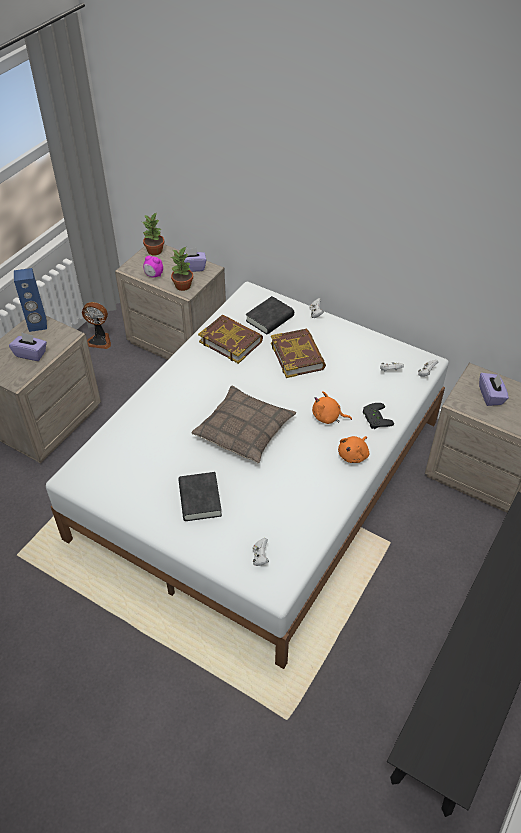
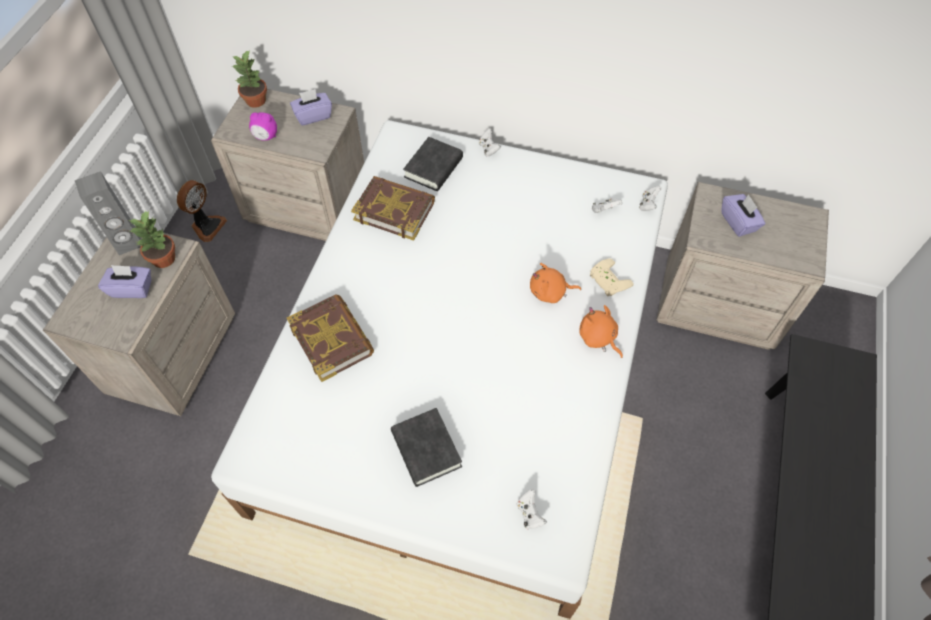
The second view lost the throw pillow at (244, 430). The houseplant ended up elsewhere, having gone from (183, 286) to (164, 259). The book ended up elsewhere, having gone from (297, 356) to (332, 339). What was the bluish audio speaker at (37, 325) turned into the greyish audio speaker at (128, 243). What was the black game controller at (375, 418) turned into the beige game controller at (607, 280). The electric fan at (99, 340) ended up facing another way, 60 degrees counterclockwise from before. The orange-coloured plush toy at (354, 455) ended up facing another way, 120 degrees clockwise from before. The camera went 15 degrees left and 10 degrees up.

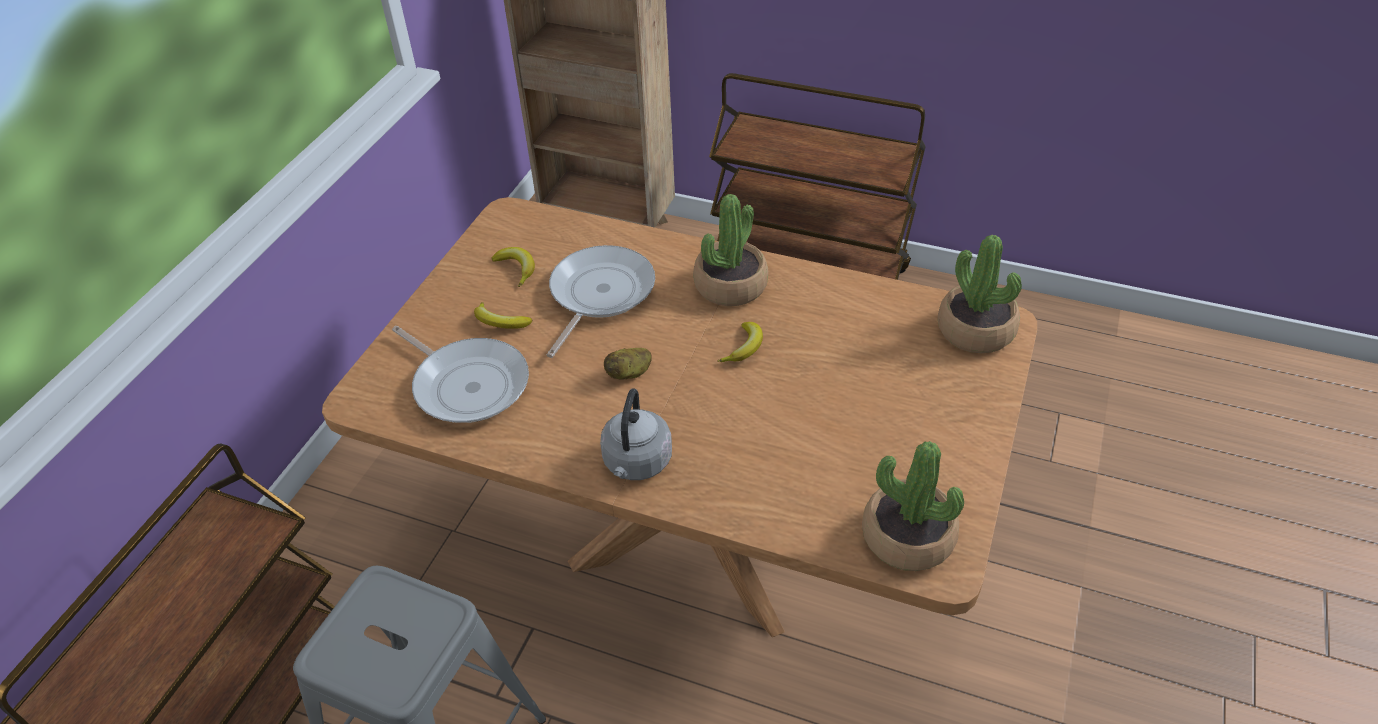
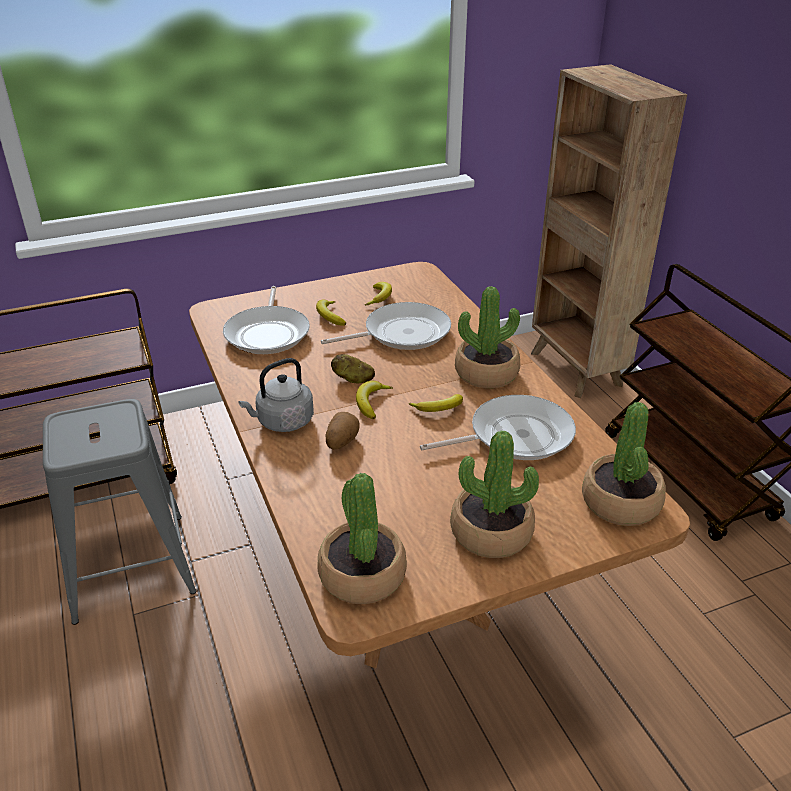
The second view gained the spud at (341, 441). The second view gained the whole banana at (371, 402). The second view gained the frying pan at (514, 436). The second view gained the houseplant at (491, 532). The camera went 45 degrees right and 10 degrees down.

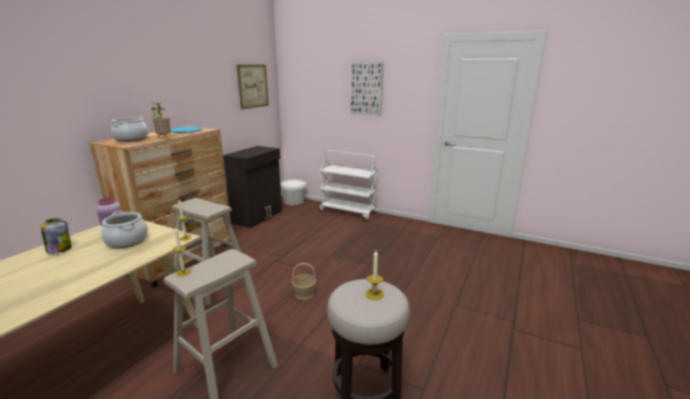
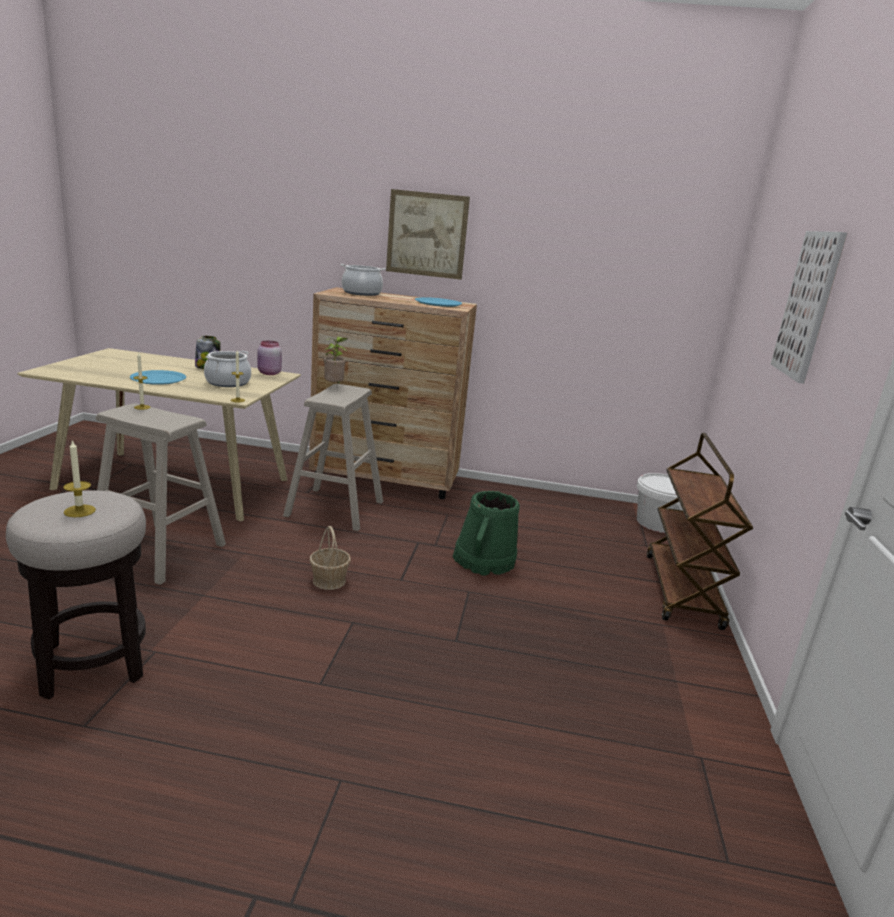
The second view lost the black cupboard at (258, 216). The second view gained the bluish flat dish at (158, 378). The second view gained the green-coloured pail at (484, 560). The houseplant ended up elsewhere, having gone from (163, 138) to (334, 386). The wall picture ended up elsewhere, having gone from (253, 86) to (427, 234). What was the white wheeled cart at (348, 212) turned into the brown-coloured wheeled cart at (682, 591). The camera went 70 degrees right and 0 degrees up.

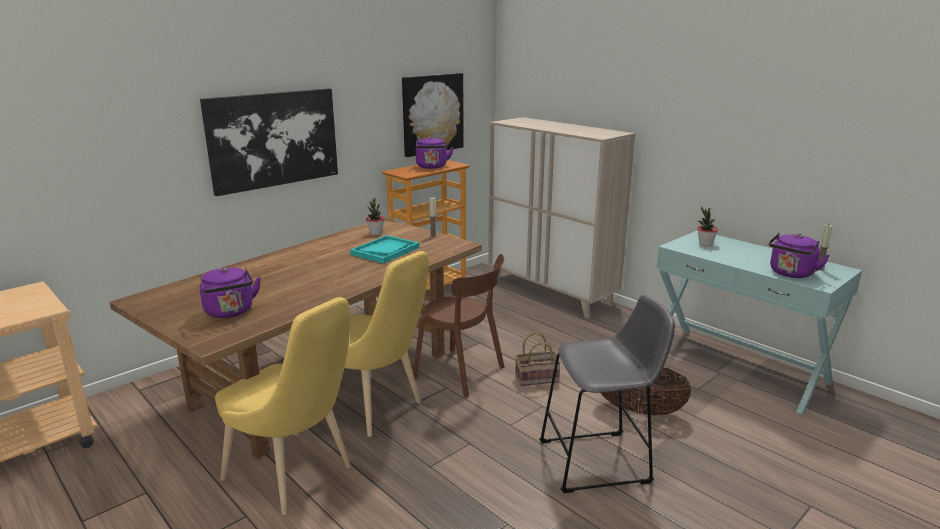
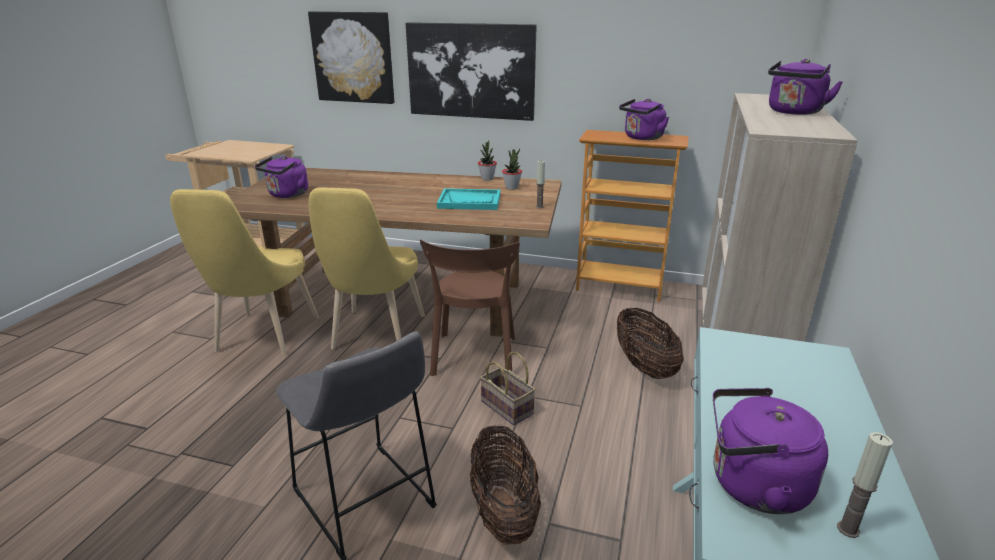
The second view gained the household basket at (644, 366). The second view gained the purplish tea kettle at (793, 112). The wall picture ended up elsewhere, having gone from (432, 114) to (353, 57). The houseplant ended up elsewhere, having gone from (705, 244) to (487, 178). The camera went 60 degrees right and 5 degrees up.

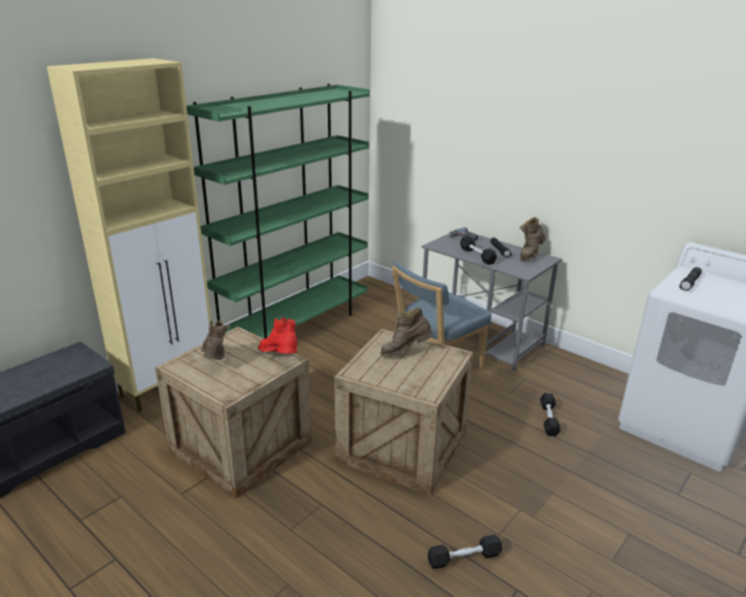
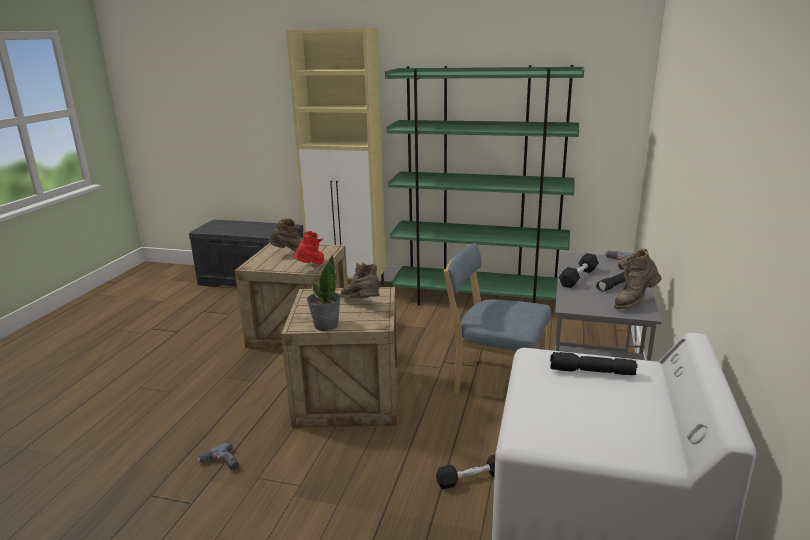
The second view gained the houseplant at (325, 325). Where the black dumbbell stood at (464, 558), the electric drill came to stand at (220, 463). The brown-coloured boot at (530, 255) ended up facing another way, 45 degrees counterclockwise from before. The camera went 65 degrees right and 5 degrees down.

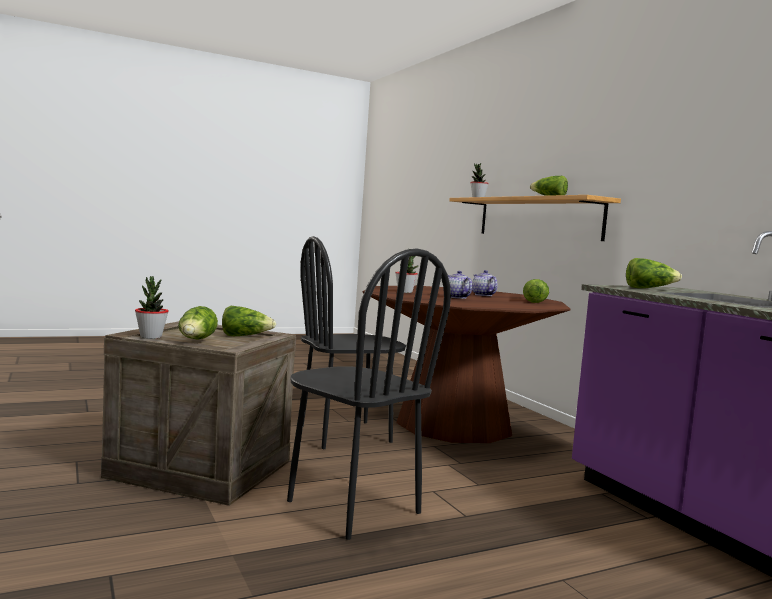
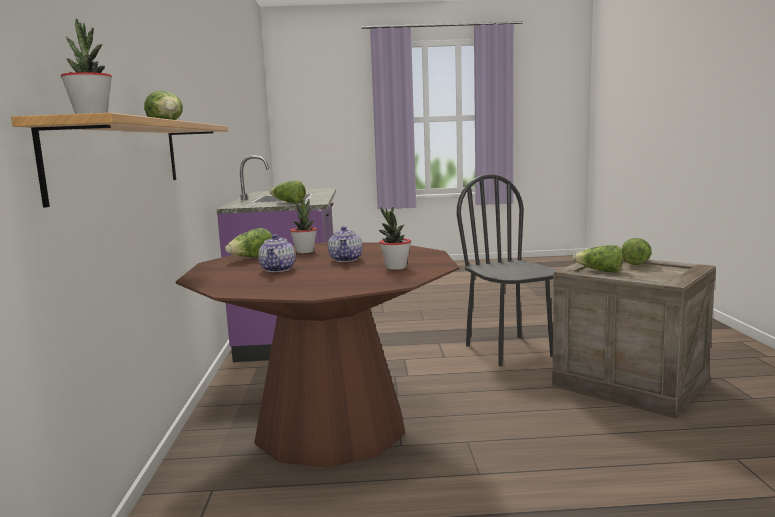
The second view lost the black chair at (345, 434). The houseplant ended up elsewhere, having gone from (151, 337) to (305, 251). The camera went 155 degrees left and 5 degrees up.

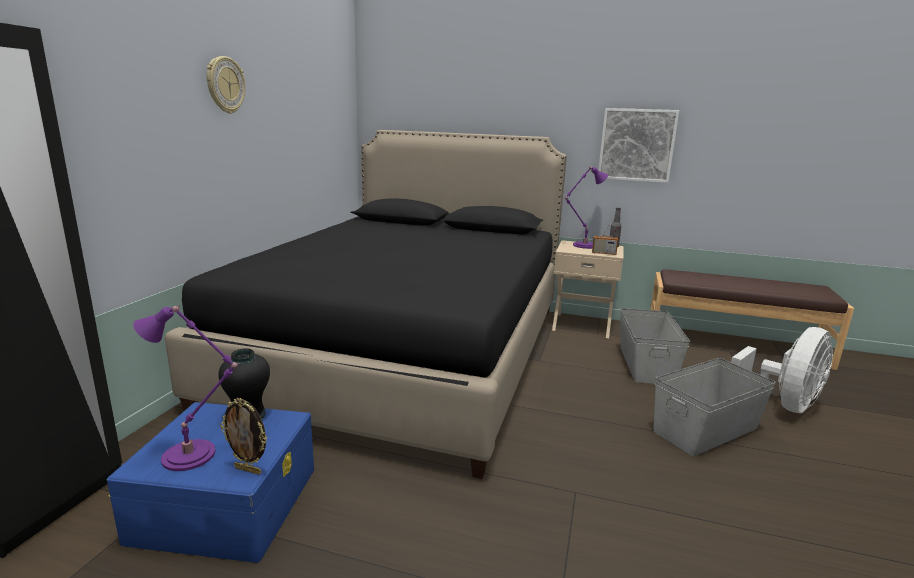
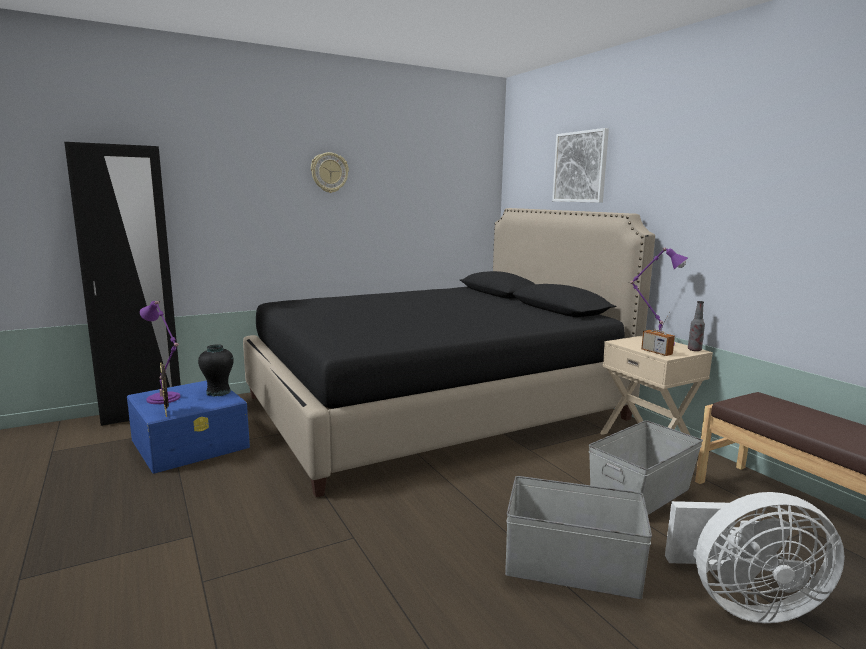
The wall picture ended up elsewhere, having gone from (636, 145) to (580, 167). The camera went 45 degrees right and 5 degrees down.

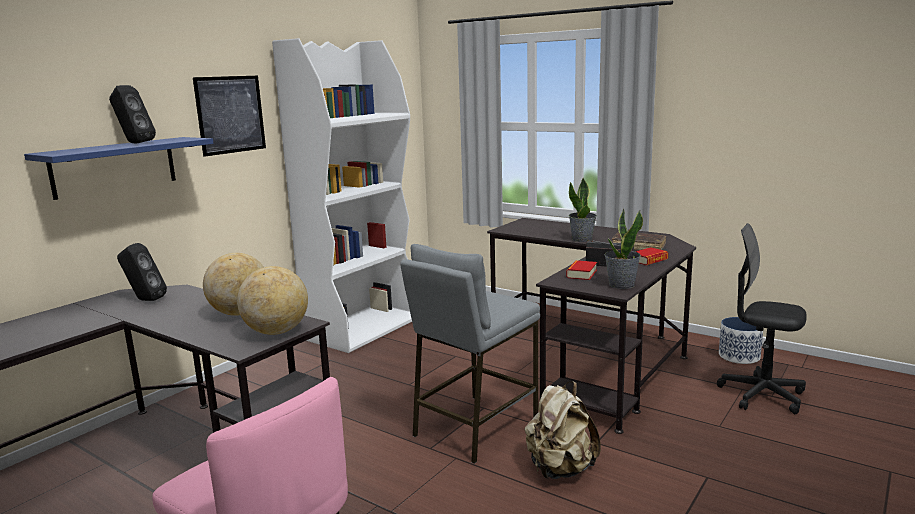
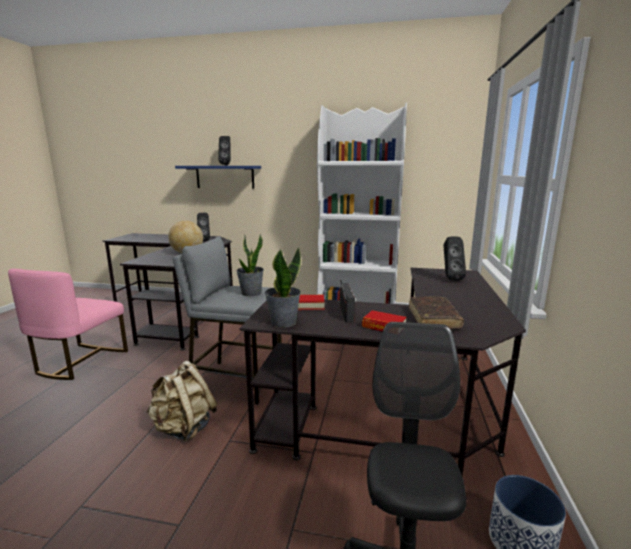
The second view lost the wall picture at (230, 114). The second view lost the world globe at (277, 332). The second view gained the black audio speaker at (450, 278). The houseplant ended up elsewhere, having gone from (582, 239) to (251, 293). The camera went 65 degrees right and 0 degrees up.

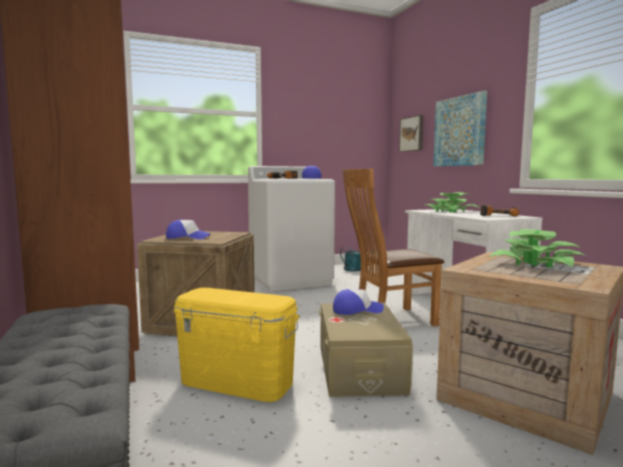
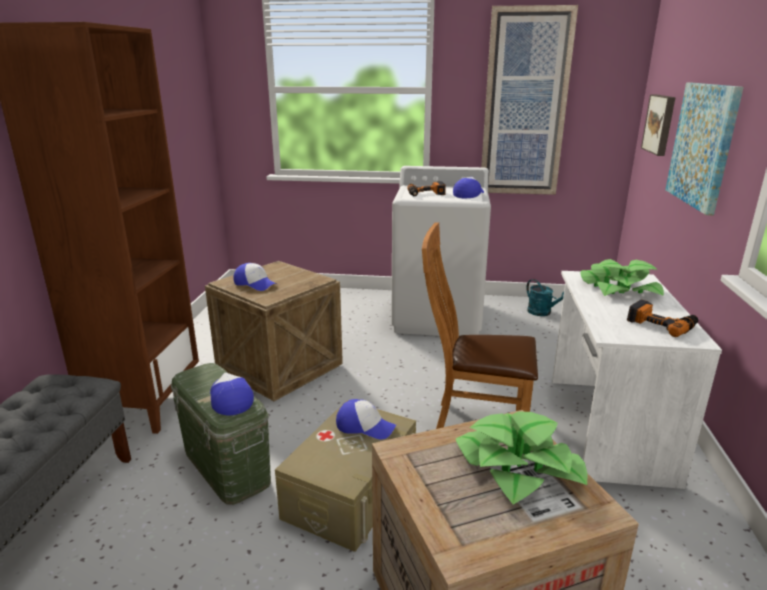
The second view gained the cap at (229, 399). The second view gained the wall picture at (525, 104). What was the yellowish storage box at (237, 382) turned into the green-coloured storage box at (226, 466). The camera went 30 degrees right and 15 degrees up.

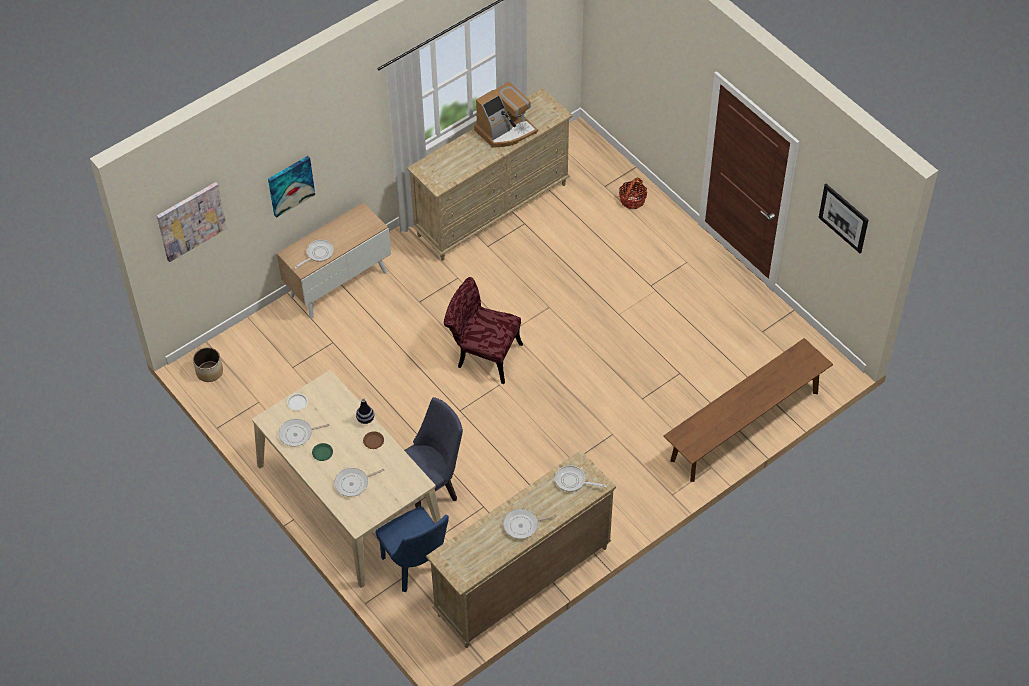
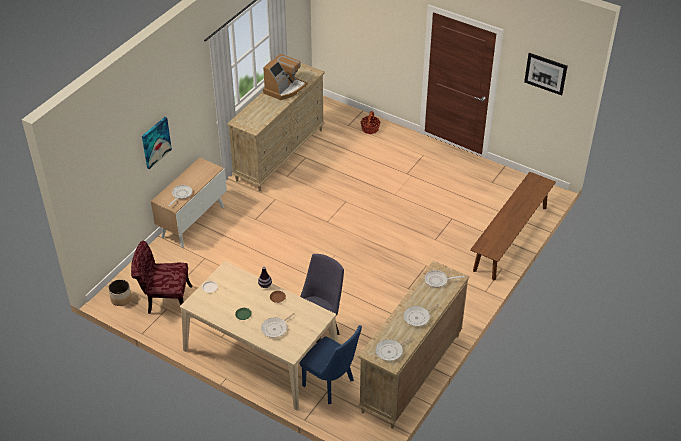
The second view lost the wall picture at (191, 221). The frying pan ended up elsewhere, having gone from (298, 434) to (390, 351). The red-coloured chair ended up elsewhere, having gone from (483, 354) to (164, 300). The camera went 20 degrees left and 10 degrees down.

